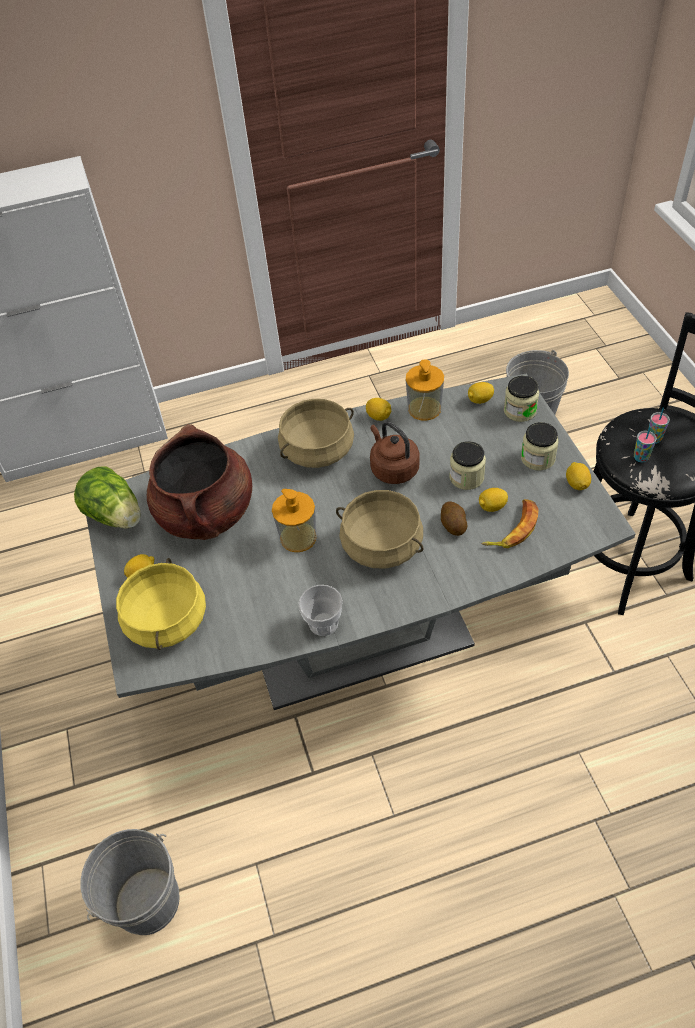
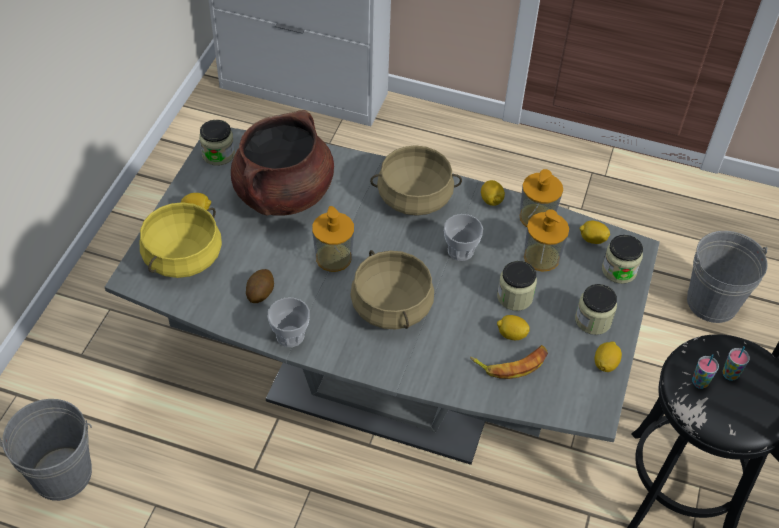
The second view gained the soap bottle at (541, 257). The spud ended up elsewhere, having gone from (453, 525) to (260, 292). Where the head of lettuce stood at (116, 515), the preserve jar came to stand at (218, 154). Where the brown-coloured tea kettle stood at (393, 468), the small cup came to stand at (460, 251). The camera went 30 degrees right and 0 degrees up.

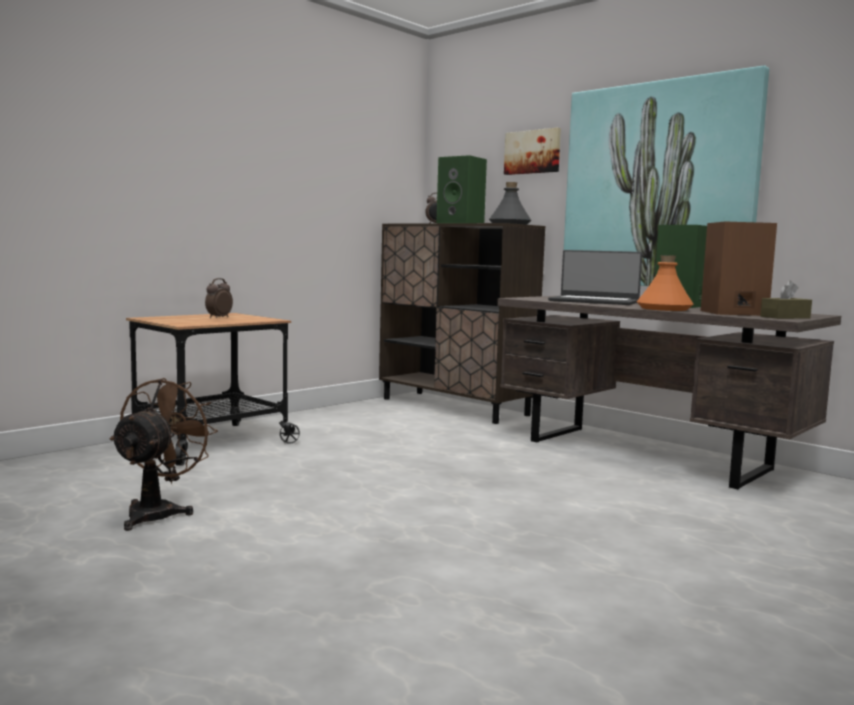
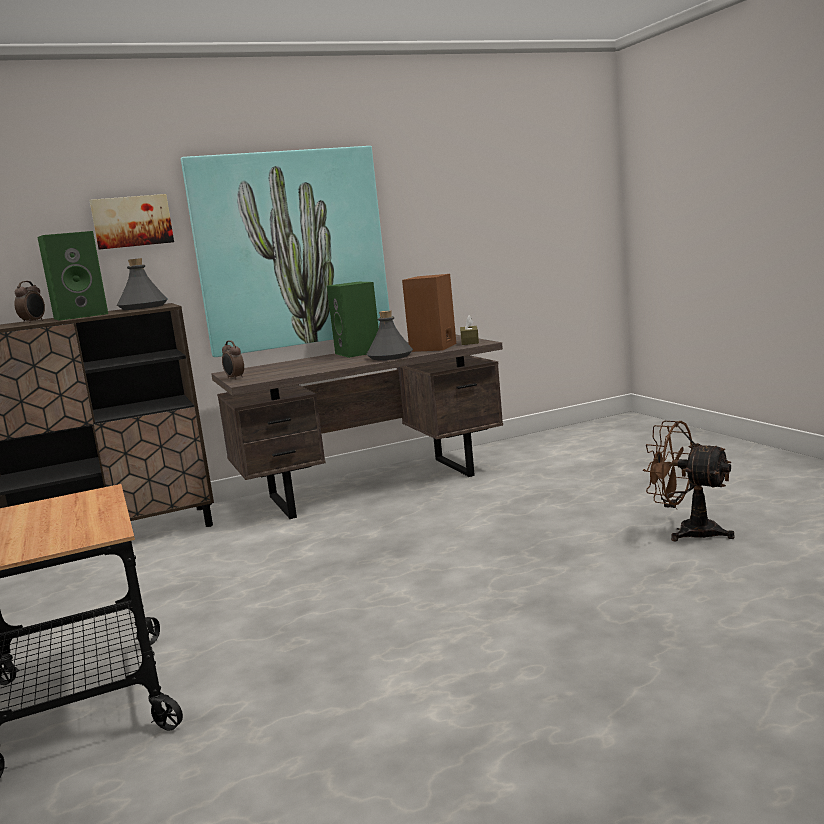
The second view lost the laptop at (594, 301). The brown-coloured electric fan ended up elsewhere, having gone from (159, 512) to (688, 531). The table clock ended up elsewhere, having gone from (218, 318) to (234, 378). What was the orange-coloured beverage bottle at (664, 309) turned into the greyish beverage bottle at (390, 357). The camera went 65 degrees left and 5 degrees up.

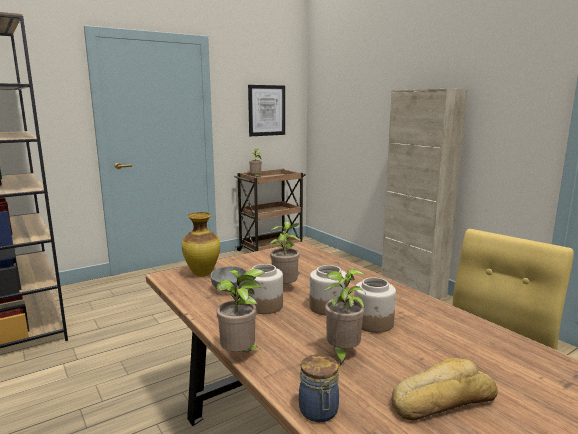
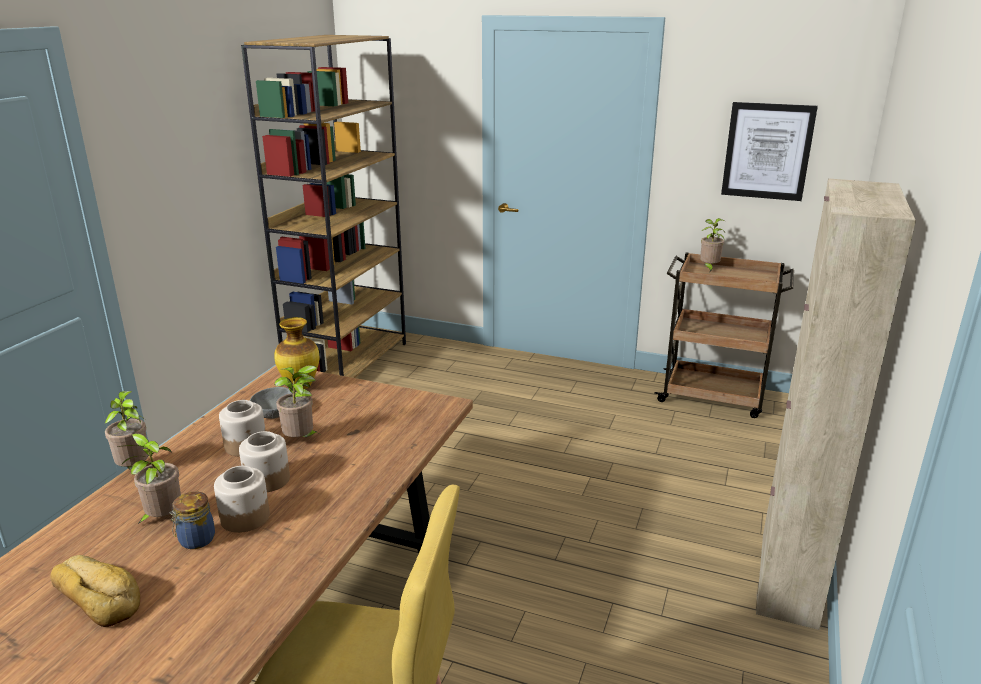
The preserve jar ended up elsewhere, having gone from (319, 412) to (195, 540). The camera went 55 degrees right and 10 degrees up.

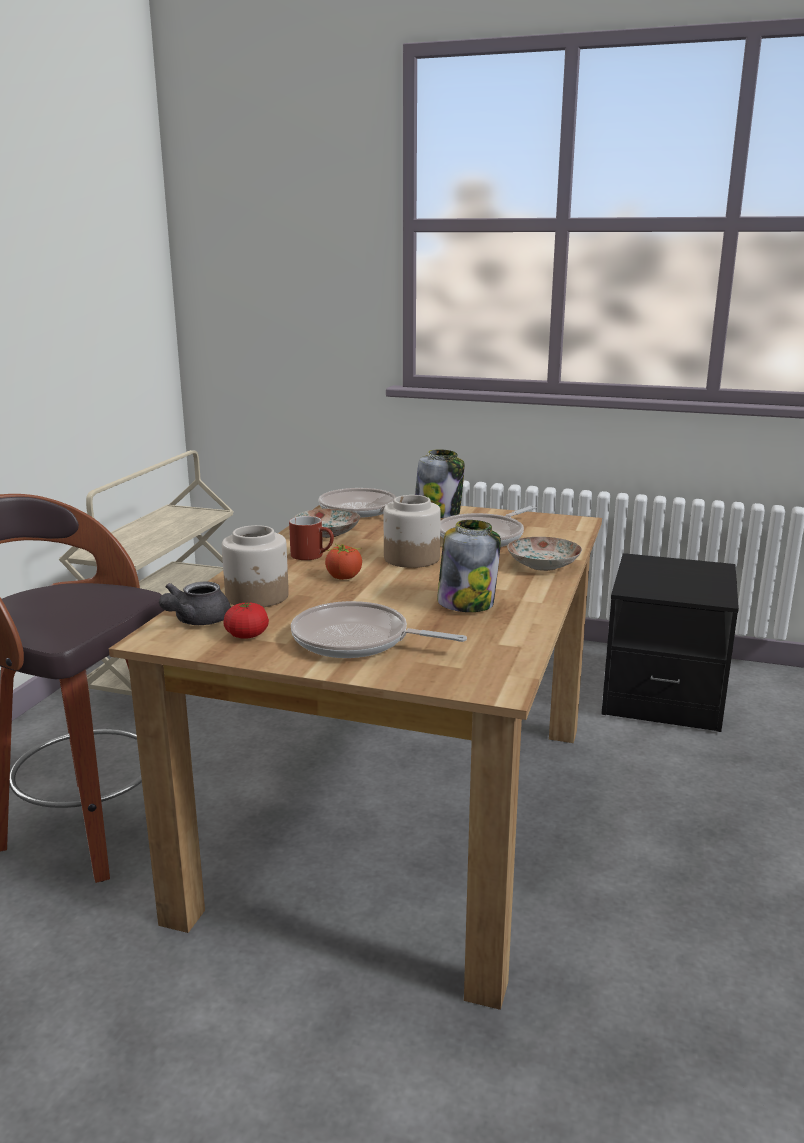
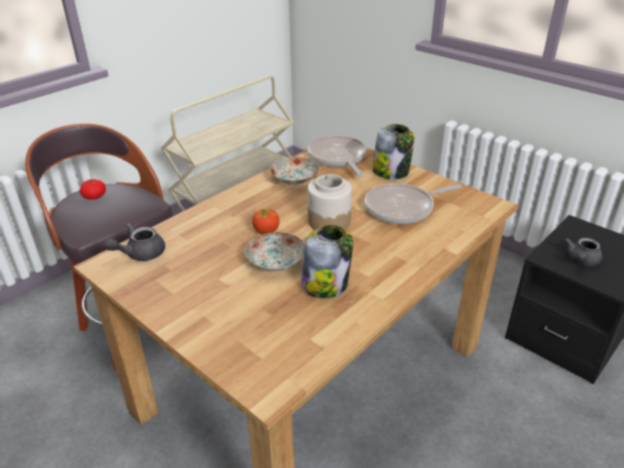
The second view lost the preserve jar at (257, 596). The second view lost the red-coloured mug at (313, 555). The second view lost the frying pan at (357, 641). The second view gained the greyish tea pot at (581, 261). The fresh tomato ended up elsewhere, having gone from (247, 635) to (94, 197). The flat dish ended up elsewhere, having gone from (543, 565) to (276, 261). The camera went 25 degrees right and 15 degrees up.

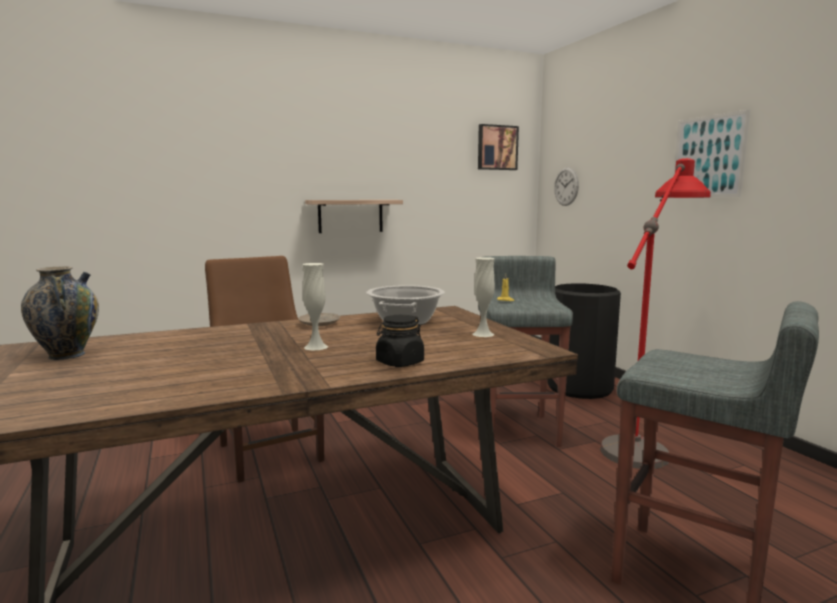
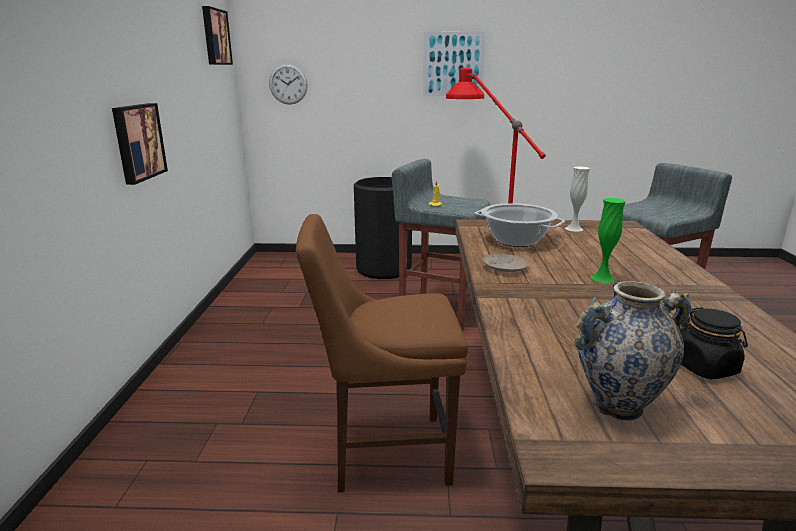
The black preserve jar ended up elsewhere, having gone from (399, 362) to (705, 368). Where the wall shelf hung at (350, 216), the wall picture came to hang at (137, 142). What was the white flower vase at (316, 347) turned into the green-coloured flower vase at (602, 278). The camera went 65 degrees left and 10 degrees up.

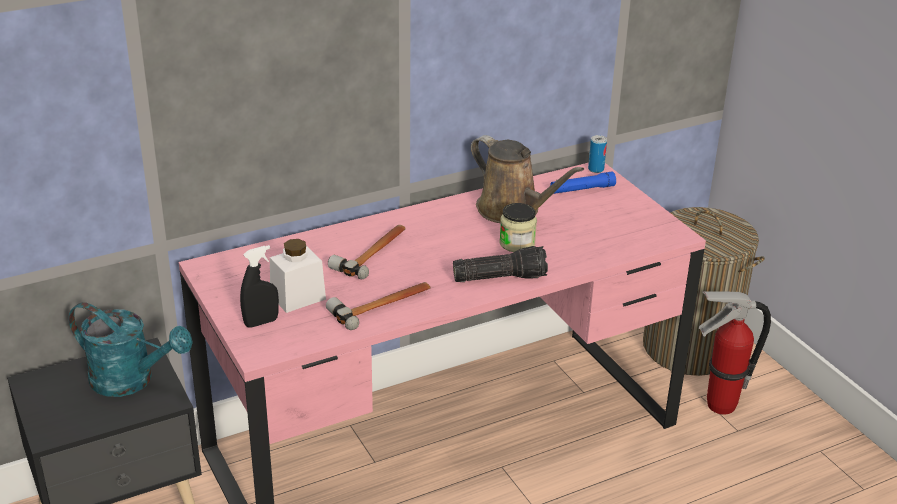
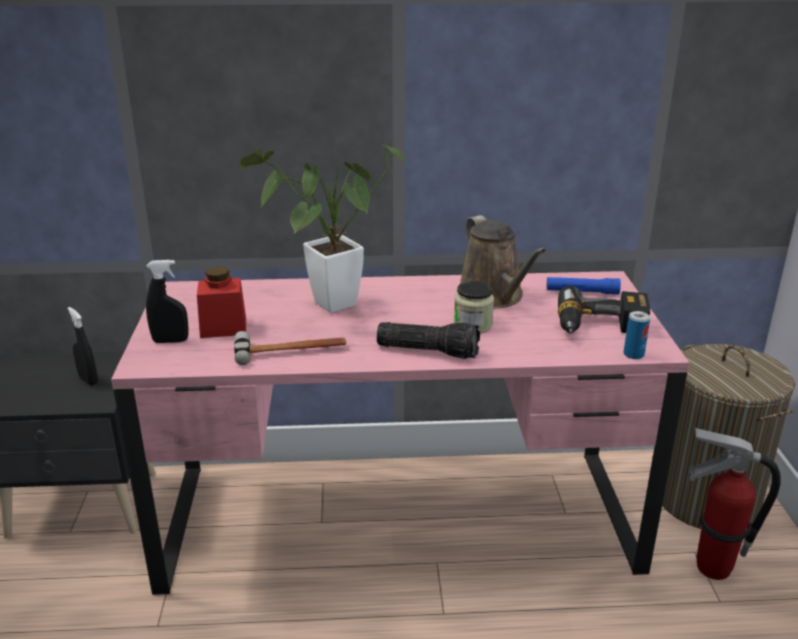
The second view gained the electric drill at (600, 328). The can ended up elsewhere, having gone from (596, 169) to (633, 354). Where the turquoise-coloured watering pot stood at (132, 381), the black sprayer came to stand at (88, 379). Where the hammer stood at (373, 253), the houseplant came to stand at (326, 306). What was the white preserve jar at (298, 297) turned into the red-coloured preserve jar at (223, 328). The camera went 25 degrees right and 5 degrees down.

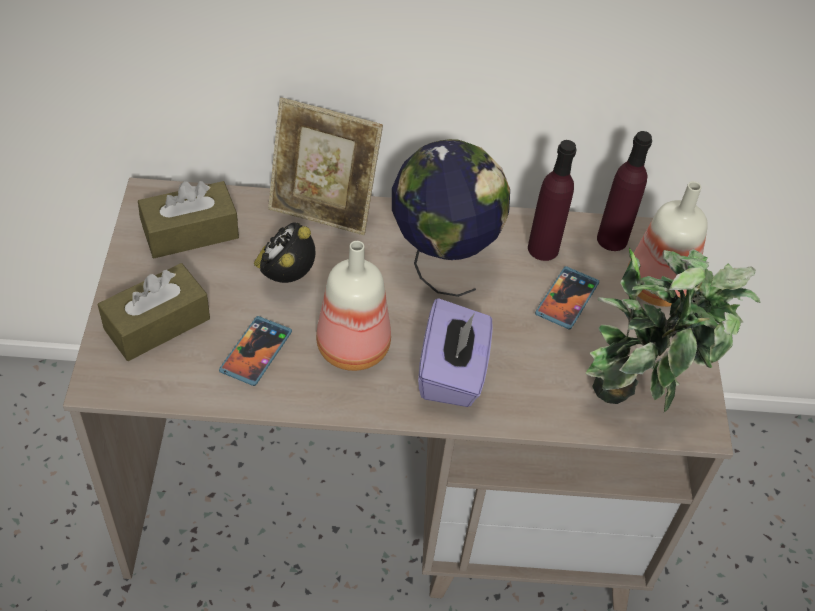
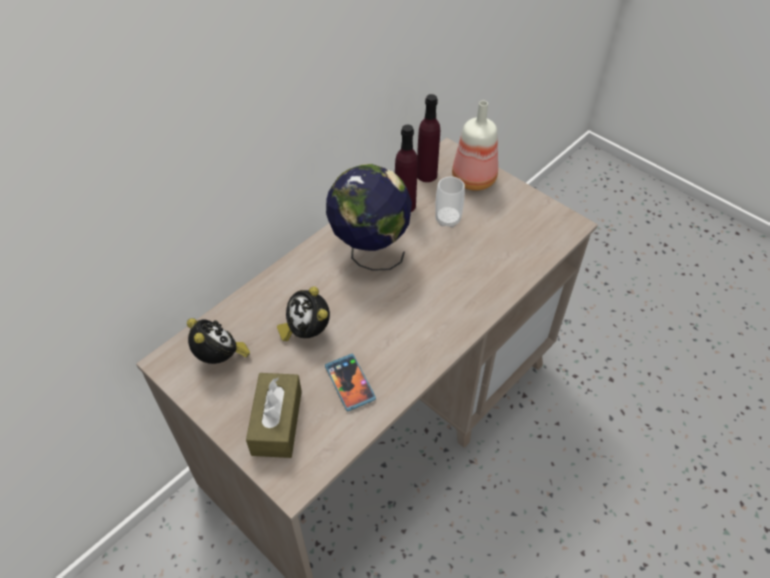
The second view lost the picture frame at (323, 209). The second view lost the beverage bottle at (355, 348). The second view lost the purplish tissue holder at (452, 373). The second view lost the houseplant at (637, 398). Where the brown-coloured tissue holder stood at (190, 232), the table clock came to stand at (220, 358). Where the handset stood at (566, 299), the small cup came to stand at (447, 219). The camera went 45 degrees left and 0 degrees up.

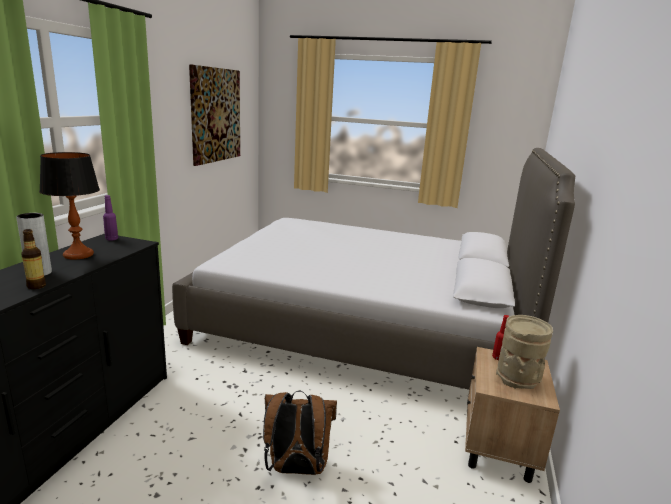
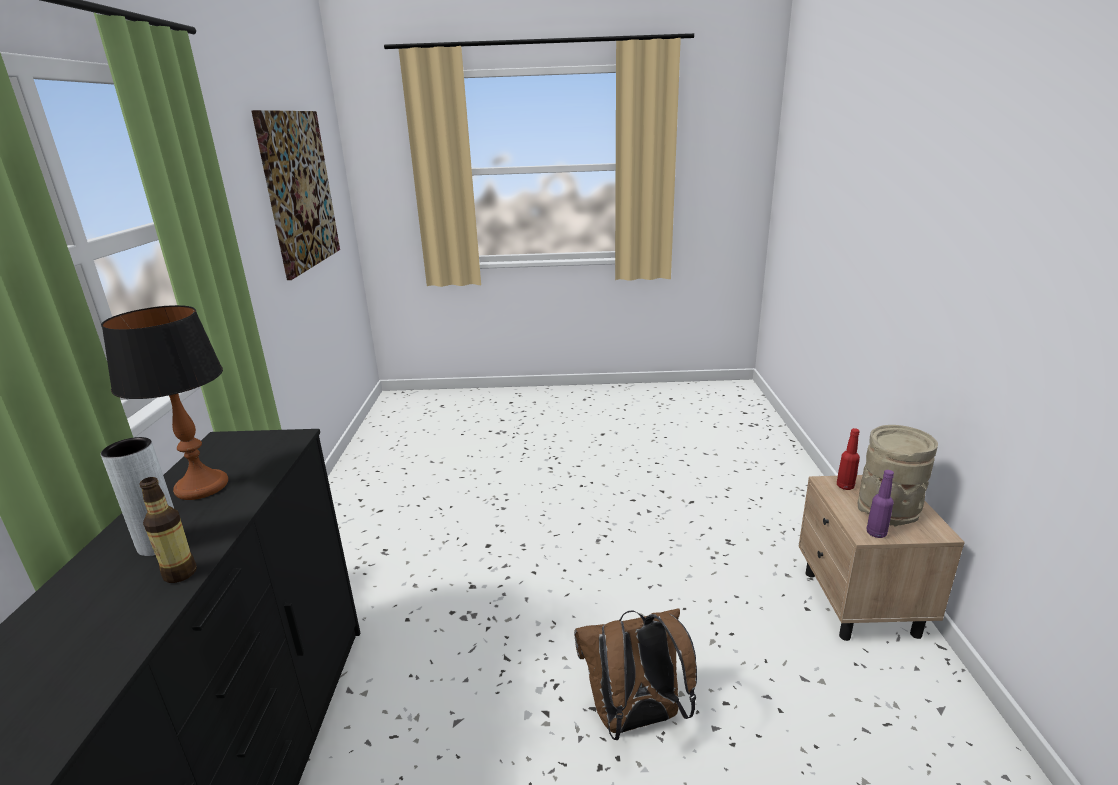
The second view lost the sleeping bed at (364, 323). The purplish beverage bottle ended up elsewhere, having gone from (112, 239) to (876, 533). The camera went 15 degrees left and 5 degrees up.

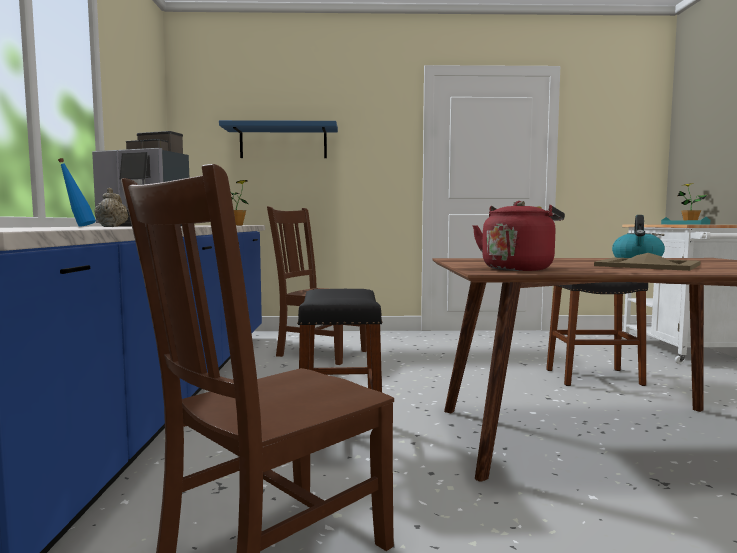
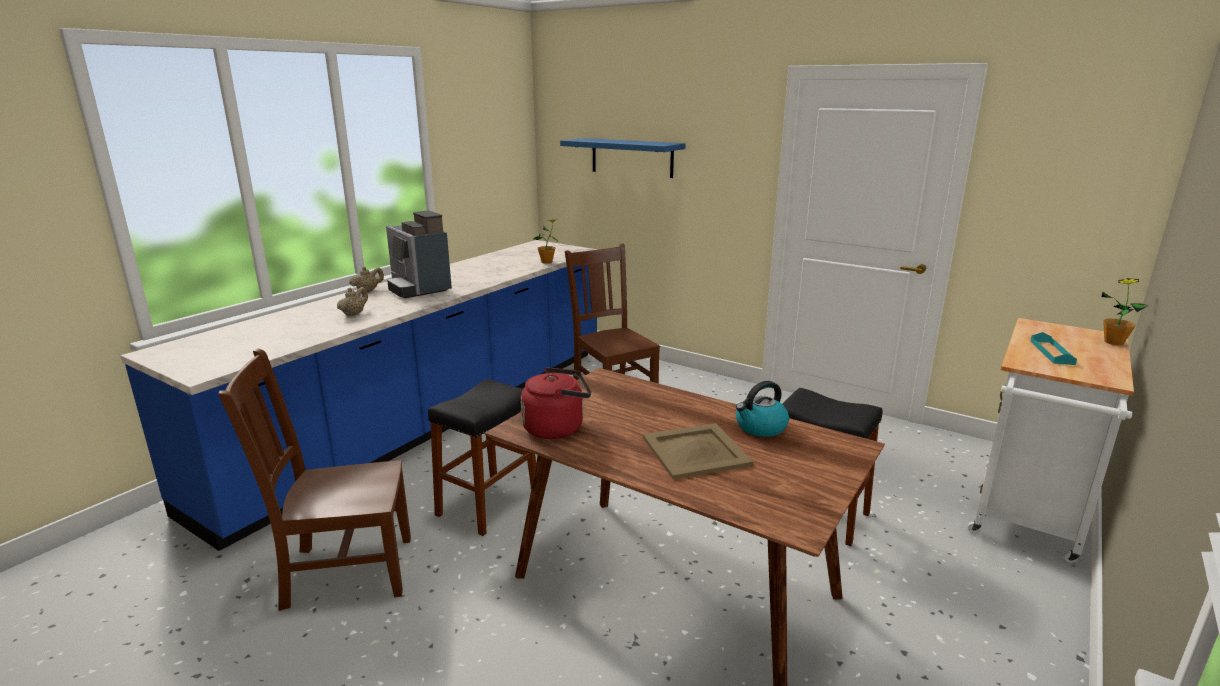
Where the bluish beverage bottle stood at (78, 226), the beige tea pot came to stand at (368, 291). The camera went 35 degrees right and 15 degrees up.

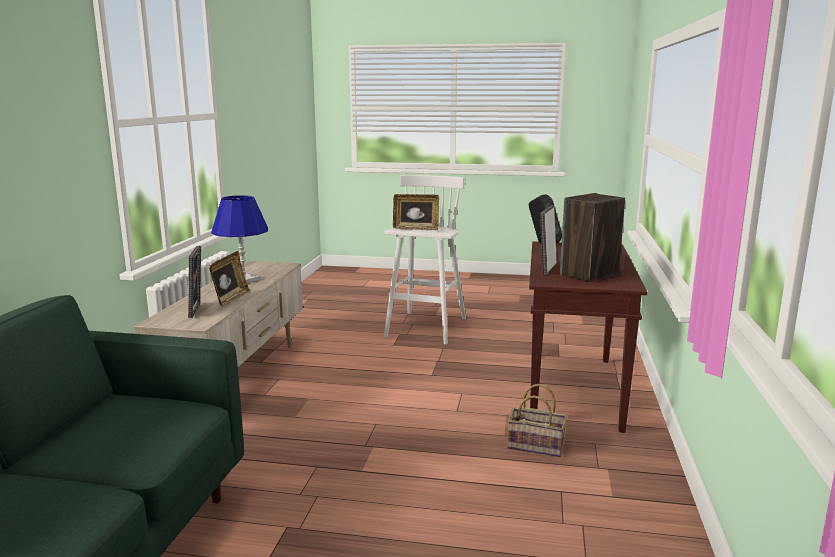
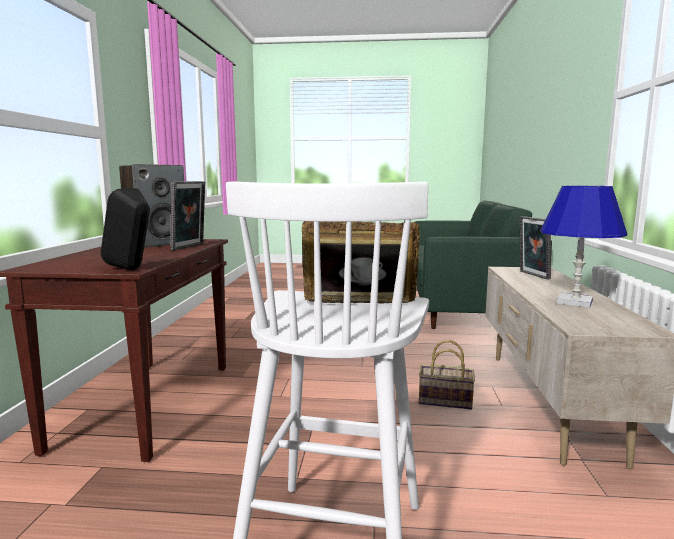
The second view lost the picture frame at (230, 299). The household basket ended up elsewhere, having gone from (537, 445) to (443, 401). The camera went 175 degrees right and 5 degrees down.

